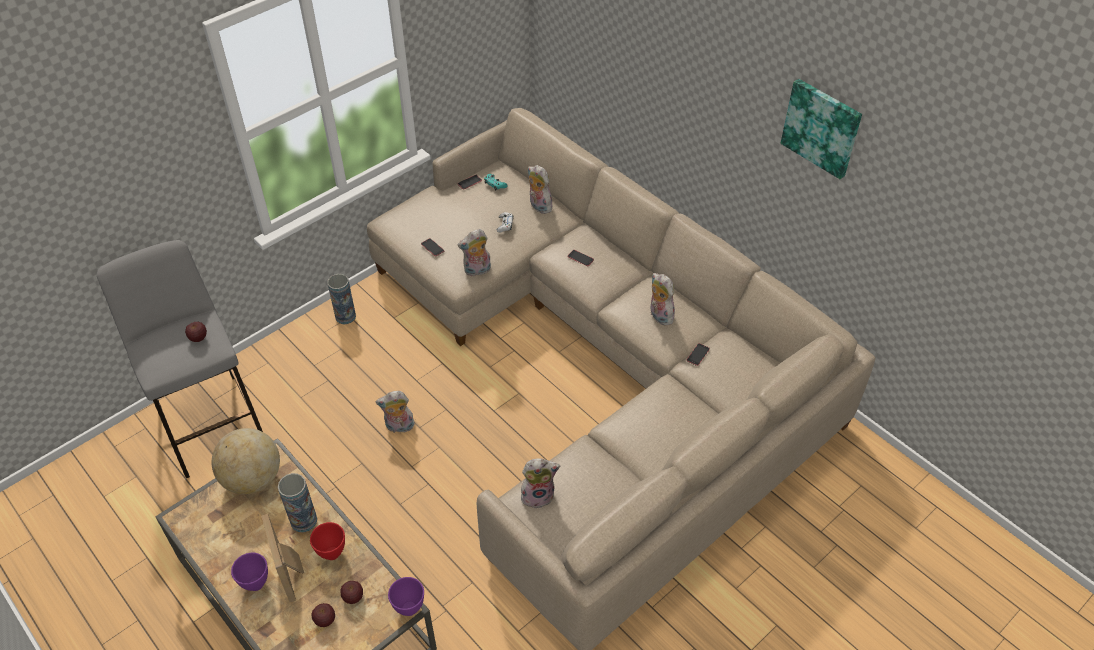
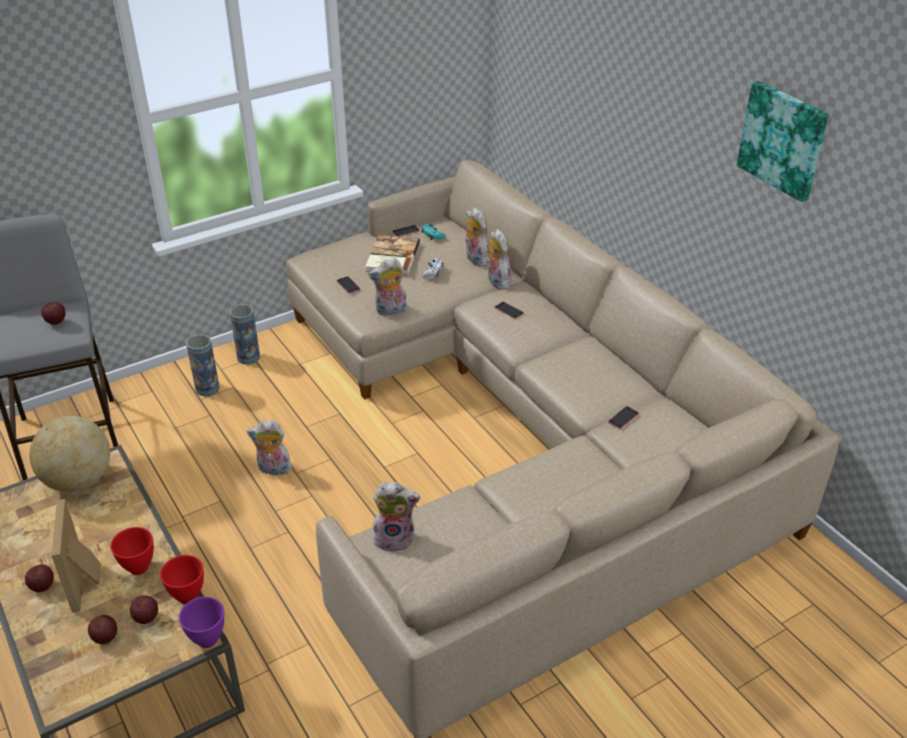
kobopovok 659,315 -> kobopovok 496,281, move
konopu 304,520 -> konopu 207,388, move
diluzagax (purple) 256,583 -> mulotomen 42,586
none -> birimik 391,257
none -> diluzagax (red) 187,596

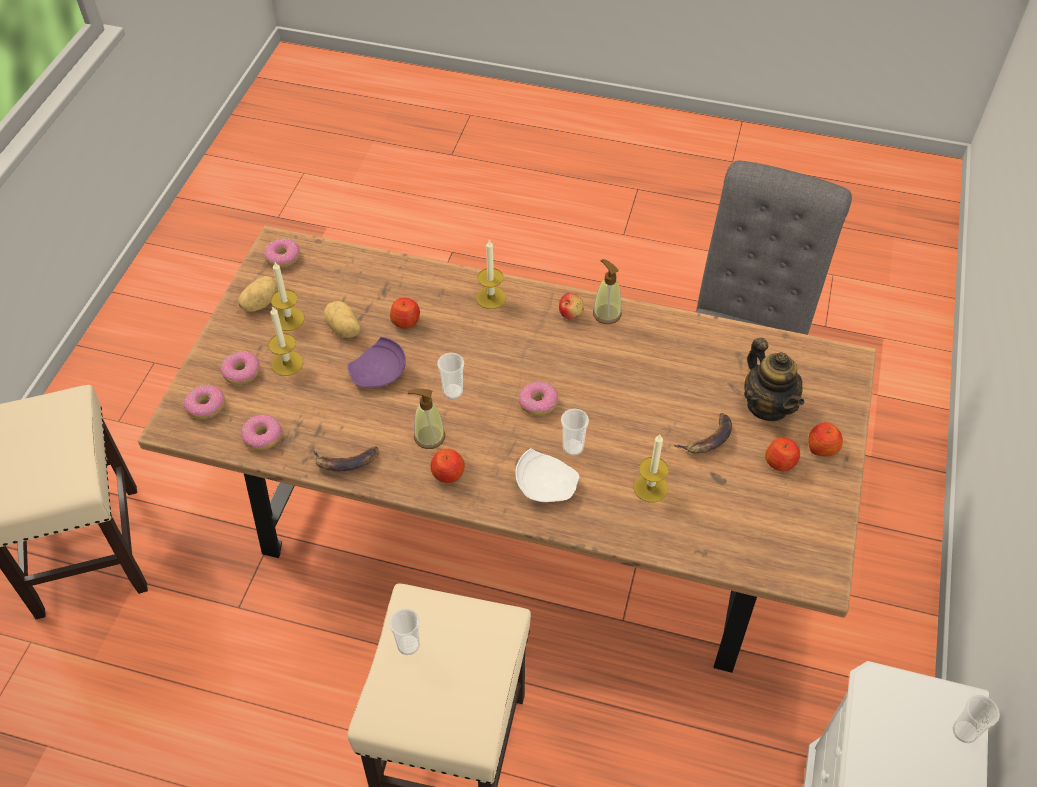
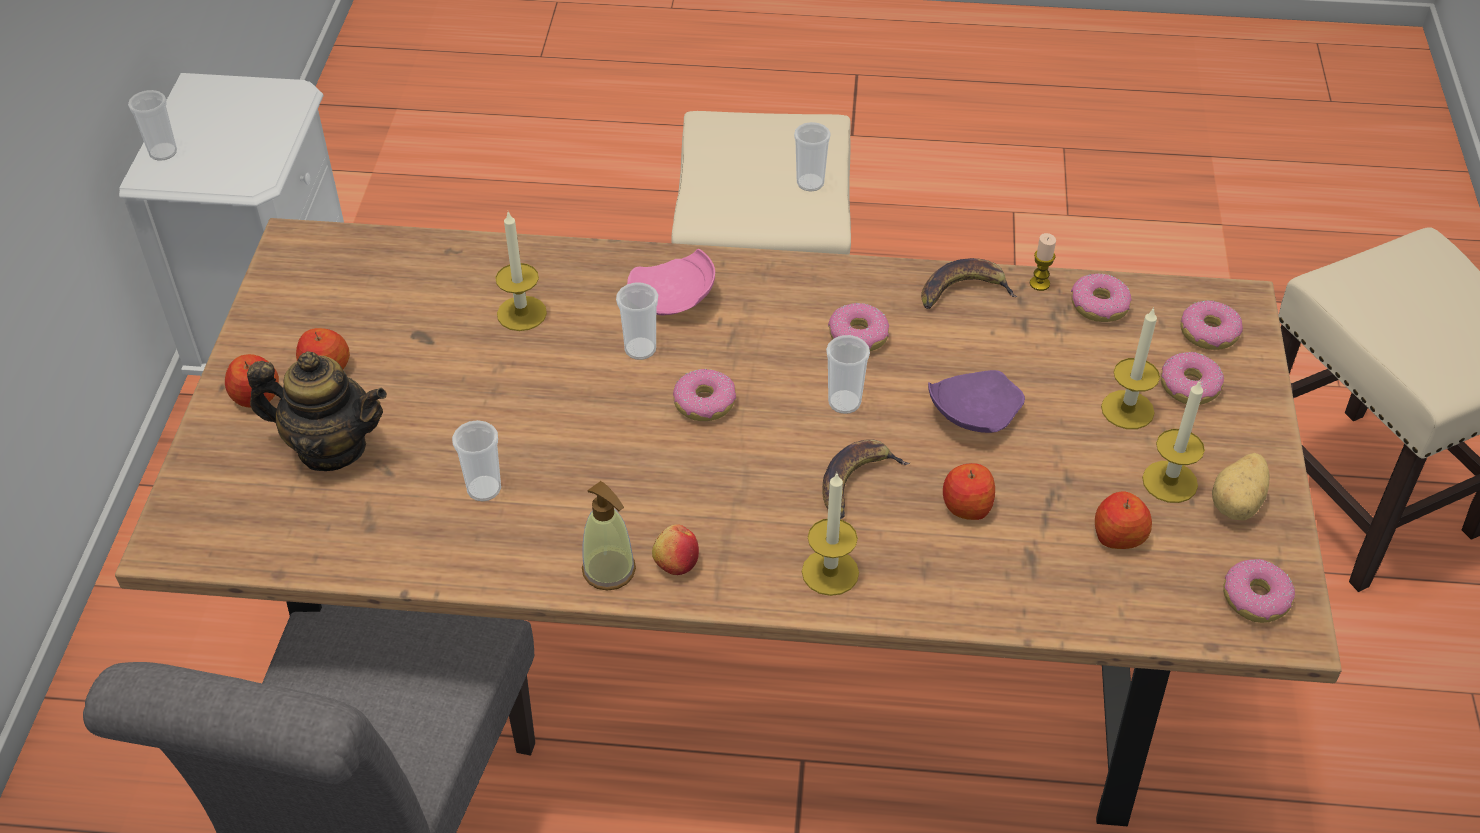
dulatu 343,329 -> none
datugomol 767,405 -> datugomol 331,447, 135 degrees clockwise
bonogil 429,437 -> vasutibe 857,336
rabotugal 708,439 -> rabotugal 856,481, move
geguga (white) 545,484 -> geguga (pink) 672,299
mulotomen 448,474 -> mulotomen 1118,535, move
none -> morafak 1039,283
none -> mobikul 484,489

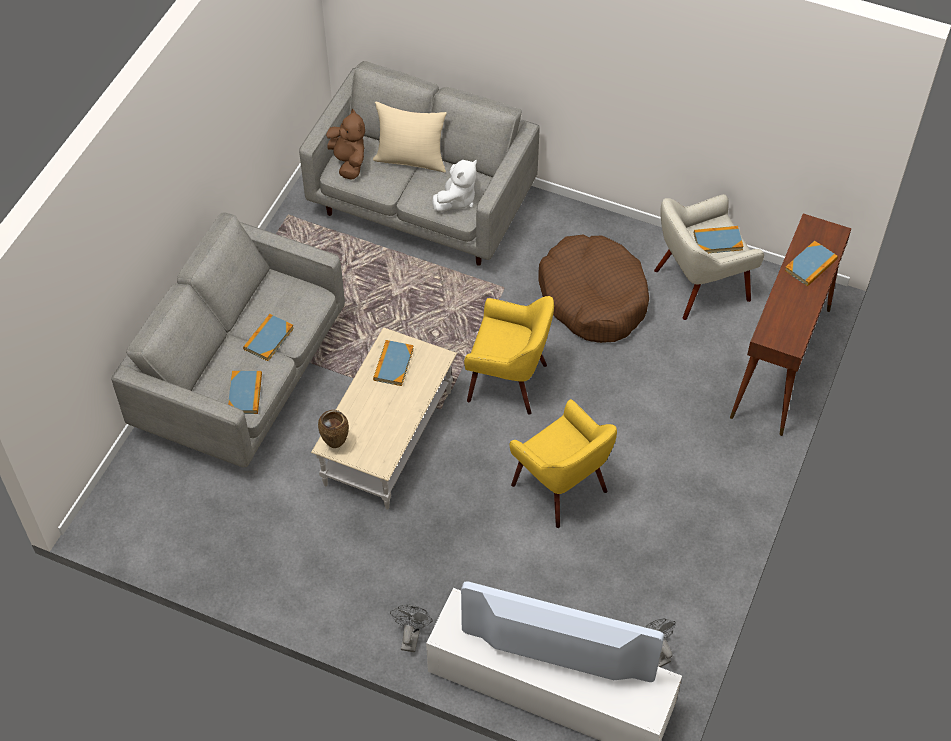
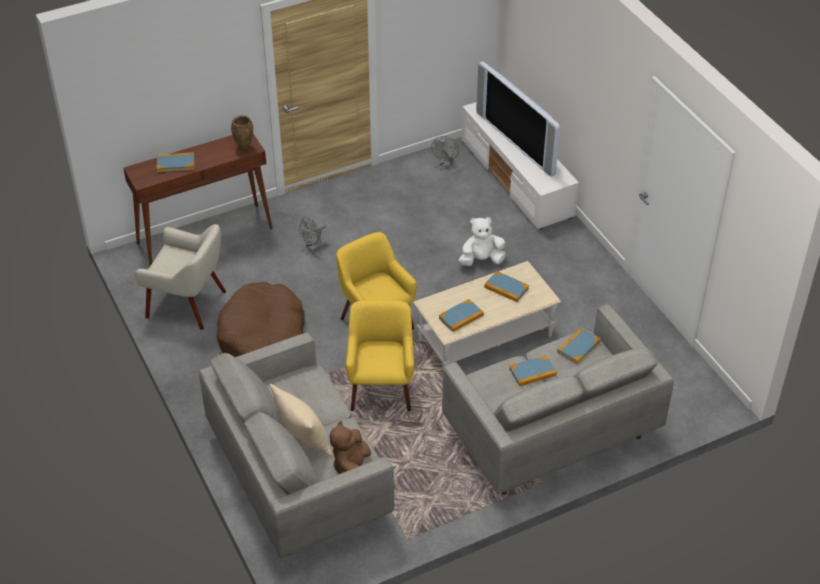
kobopovok (white) 456,199 -> kobopovok (white) 481,260, move
birimik 718,241 -> birimik 506,288, move
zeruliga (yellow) 561,488 -> zeruliga (yellow) 381,389, move
konopu (brown) 336,444 -> konopu (brown) 243,147, move
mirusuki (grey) 410,636 -> mirusuki (grey) 313,247, move

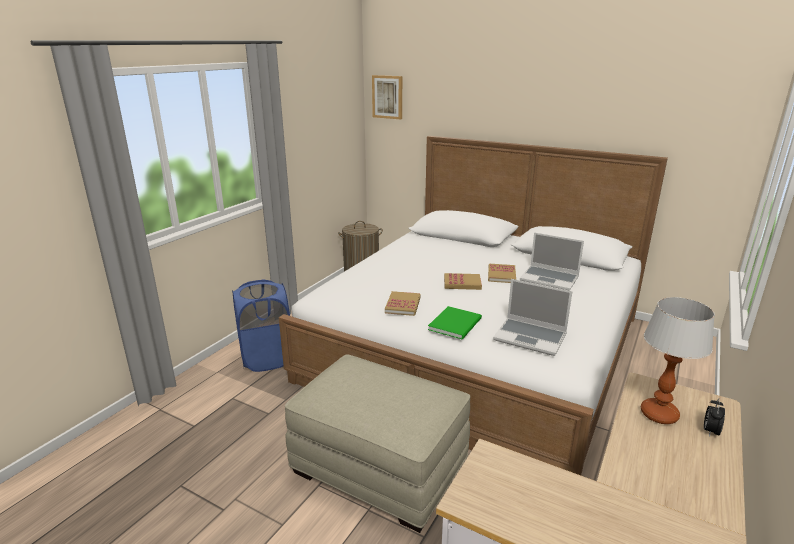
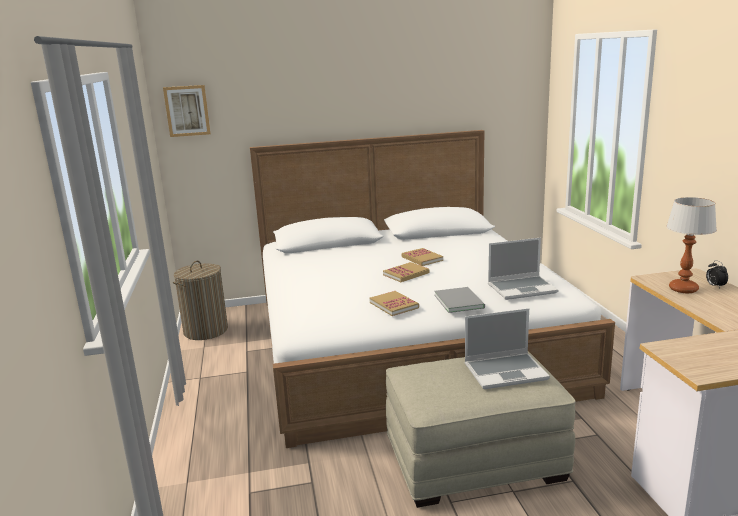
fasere 550,279 -> fasere 506,371, move
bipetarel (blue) 267,358 -> none
birimik (green) 456,323 -> birimik (grey) 459,300

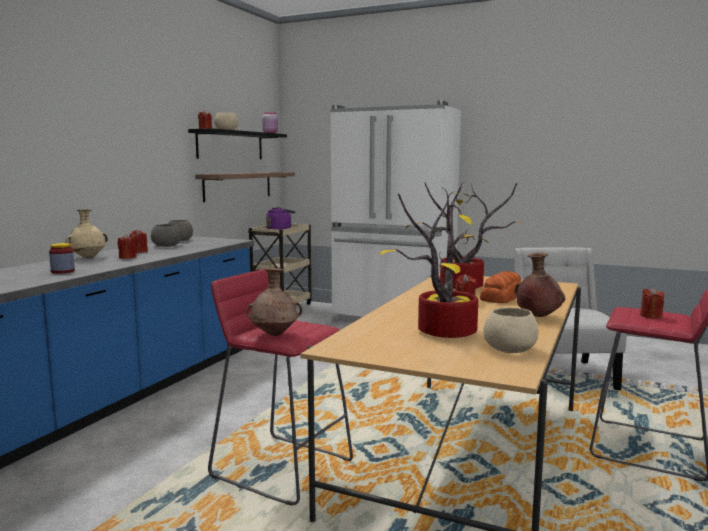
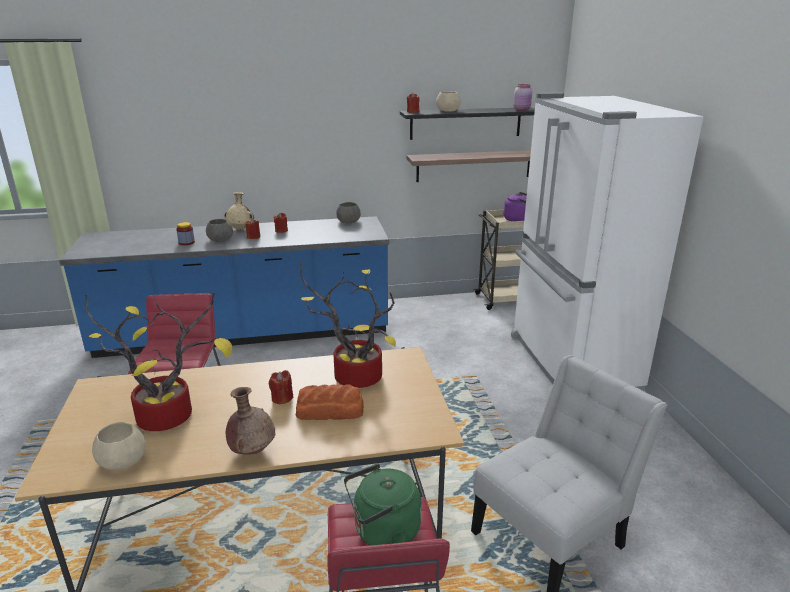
diluzagax (grey) 167,246 -> diluzagax (grey) 220,240, move
konopu (brown) 275,334 -> none
morafak (red) 651,316 -> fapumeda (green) 383,532

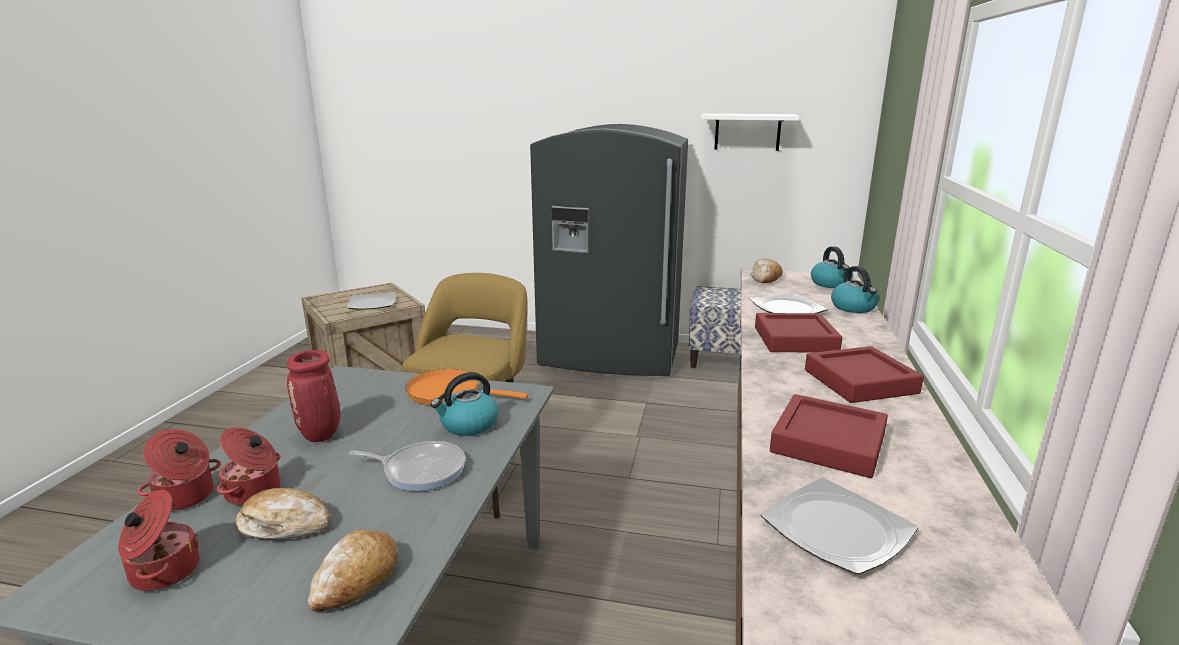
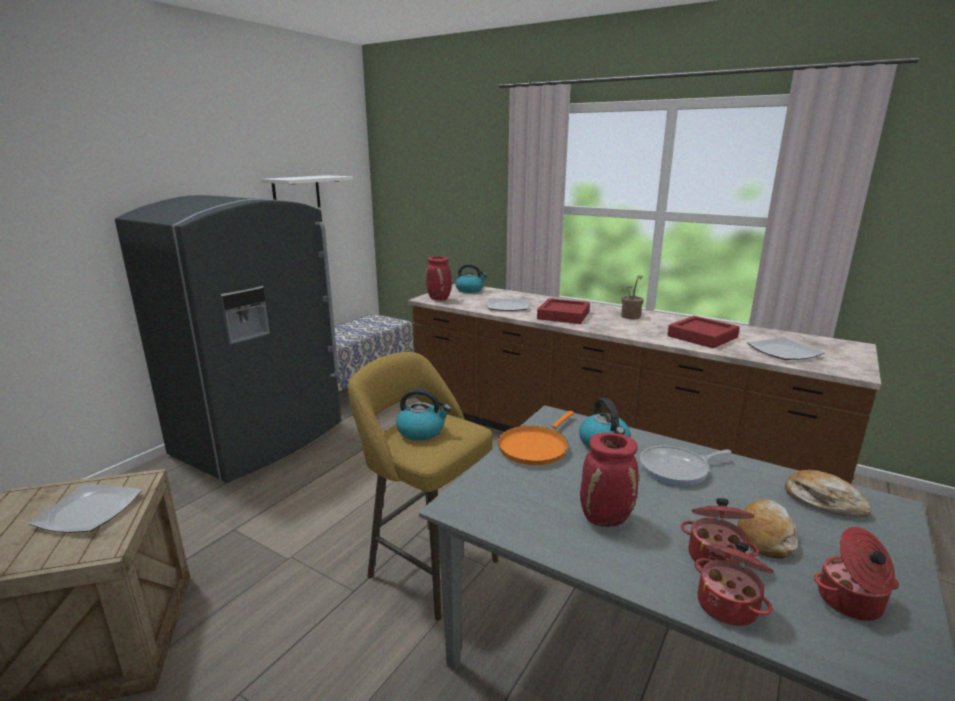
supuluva 765,278 -> konopu (red) 439,299
fapumeda 854,307 -> fapumeda 422,431, move
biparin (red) 860,381 -> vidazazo 630,317
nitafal 420,470 -> nitafal 677,469, 135 degrees counterclockwise

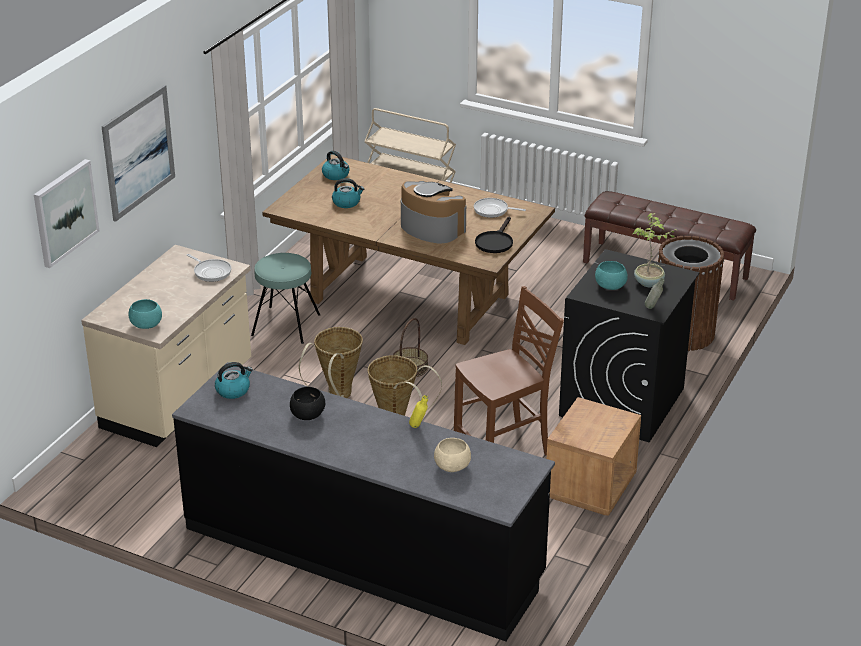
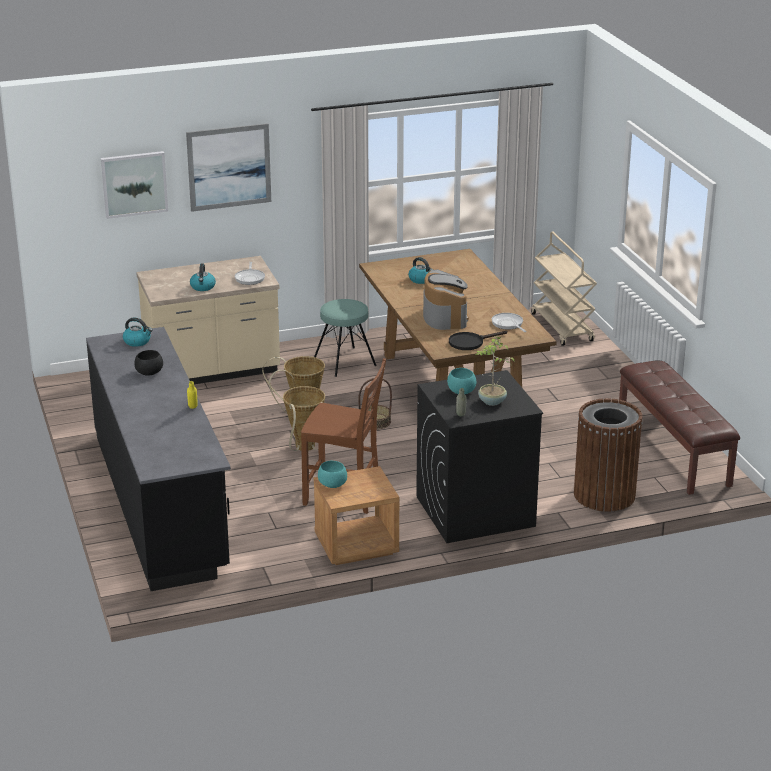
fapumeda 336,175 -> fapumeda 203,287, move
diluzagax (turquoise) 147,325 -> diluzagax (turquoise) 332,484, move
diluzagax (beige) 453,466 -> none

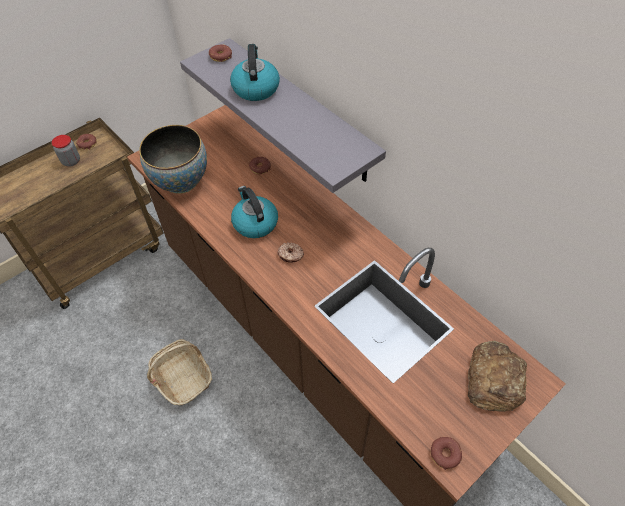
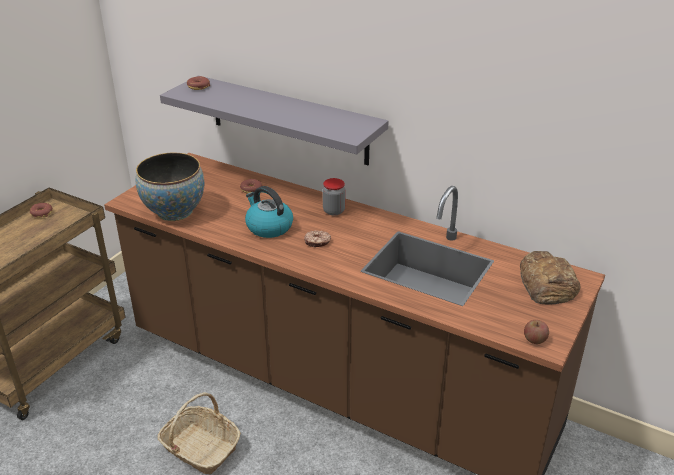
fapumeda 255,88 -> none
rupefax 71,161 -> rupefax 334,211, move
vasutibe 445,454 -> mulotomen 534,339

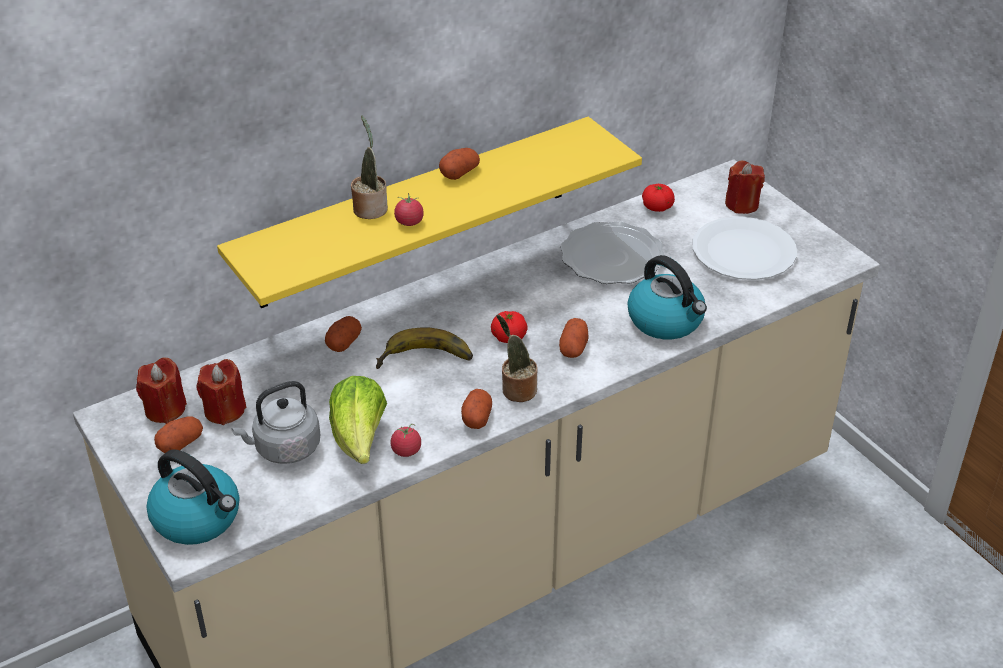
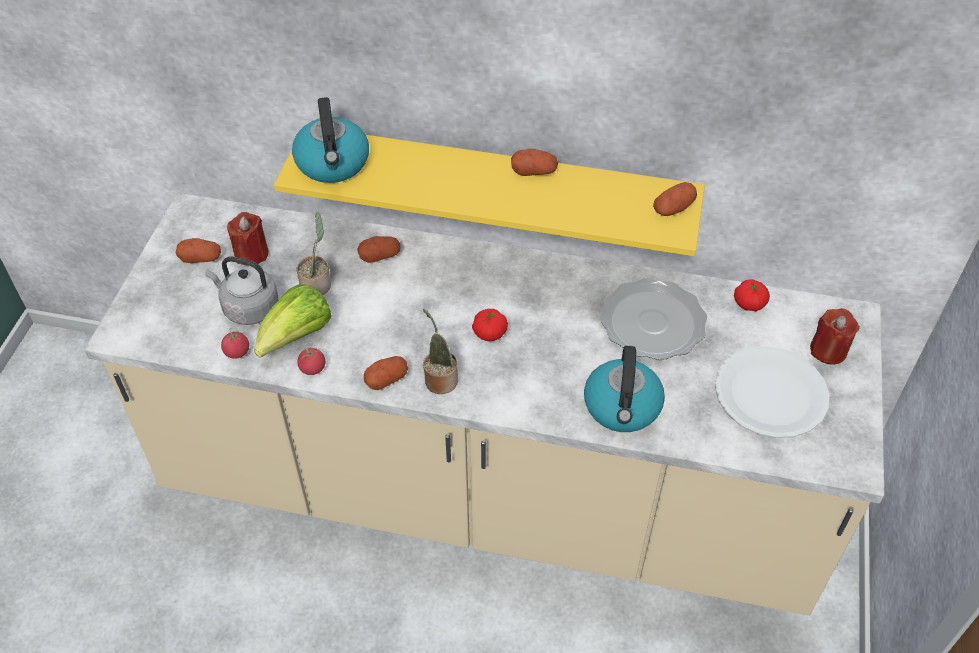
vidazazo 370,207 -> vidazazo 317,284, move
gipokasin 409,222 -> gipokasin 237,352, move
dulatu 573,348 -> dulatu 673,208, move
rabotugal 425,361 -> none
morafak (red) 165,409 -> none
fapumeda 198,518 -> fapumeda 333,164, move

